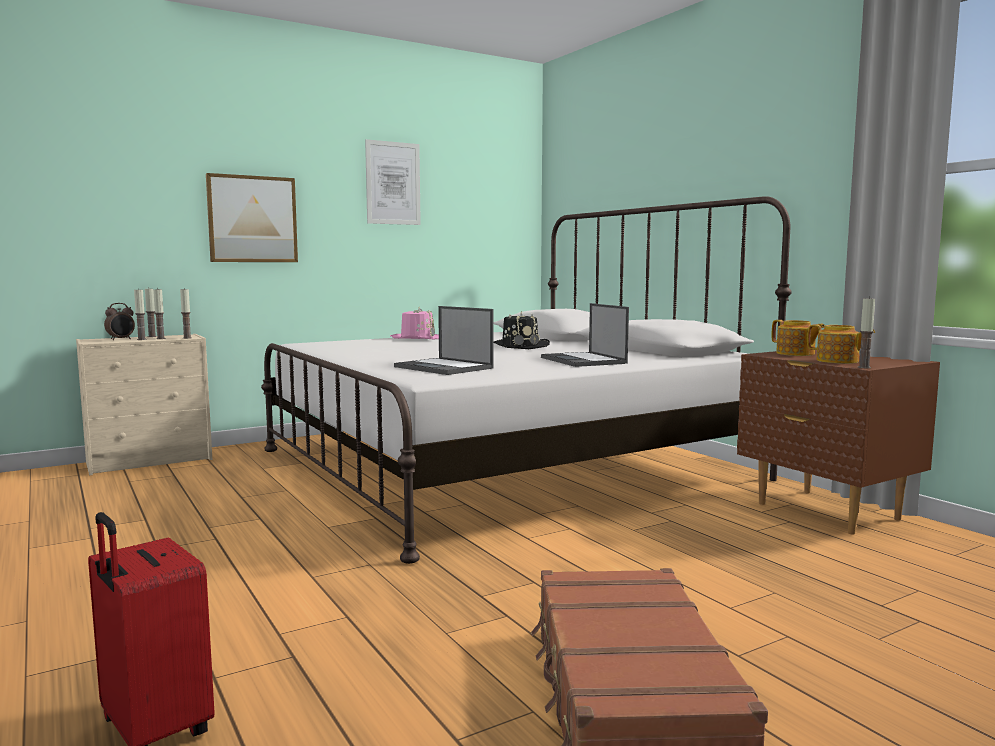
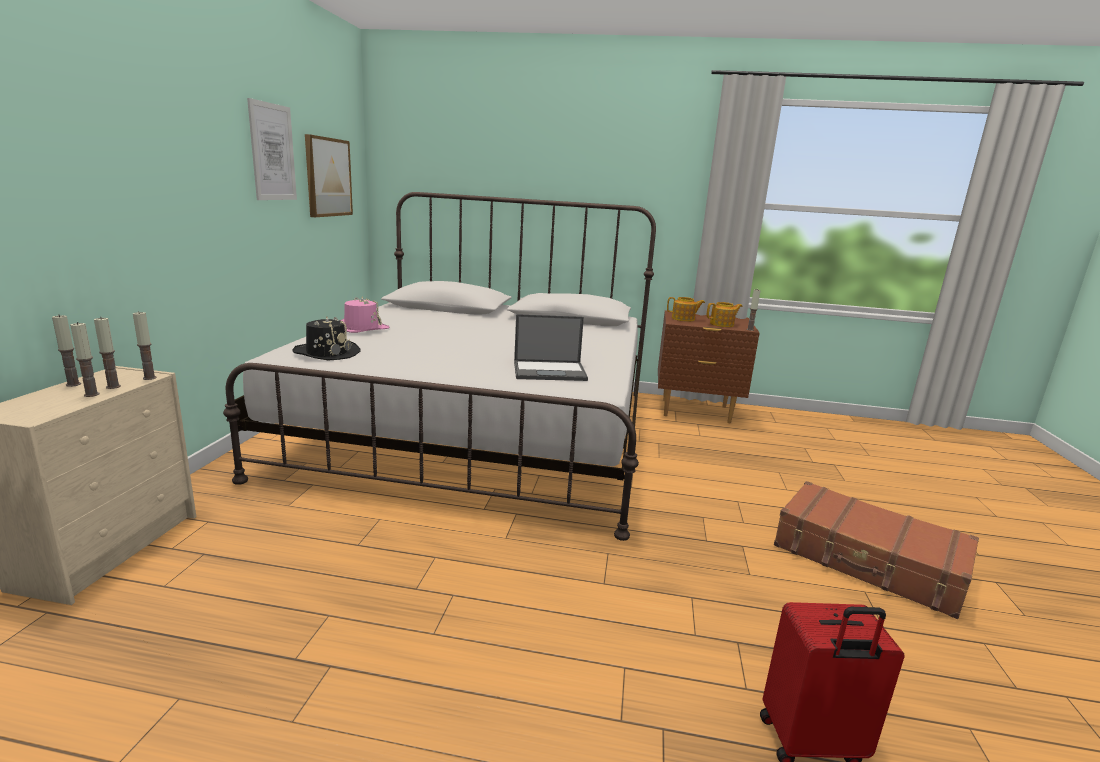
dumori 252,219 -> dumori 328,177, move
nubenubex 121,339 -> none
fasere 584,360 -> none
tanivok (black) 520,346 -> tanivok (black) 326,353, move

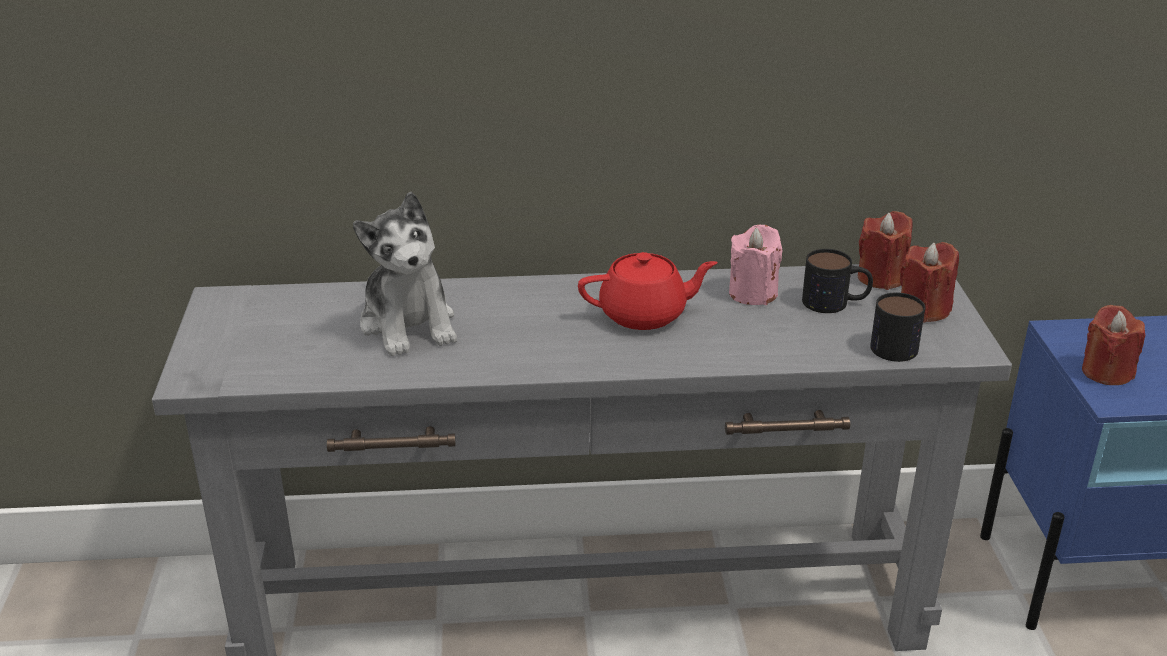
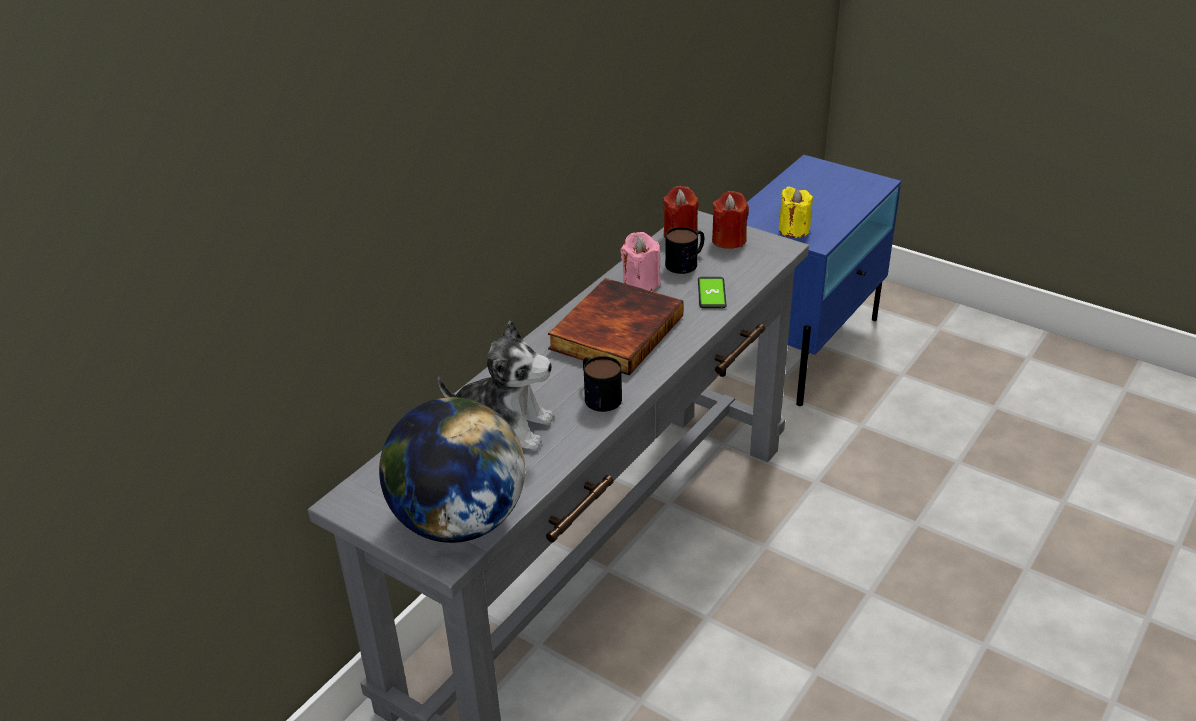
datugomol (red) 644,315 -> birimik 614,331
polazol 896,343 -> polazol 598,395, move
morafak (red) 1106,372 -> morafak (yellow) 794,230
none -> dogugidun 711,293
none -> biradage 458,521

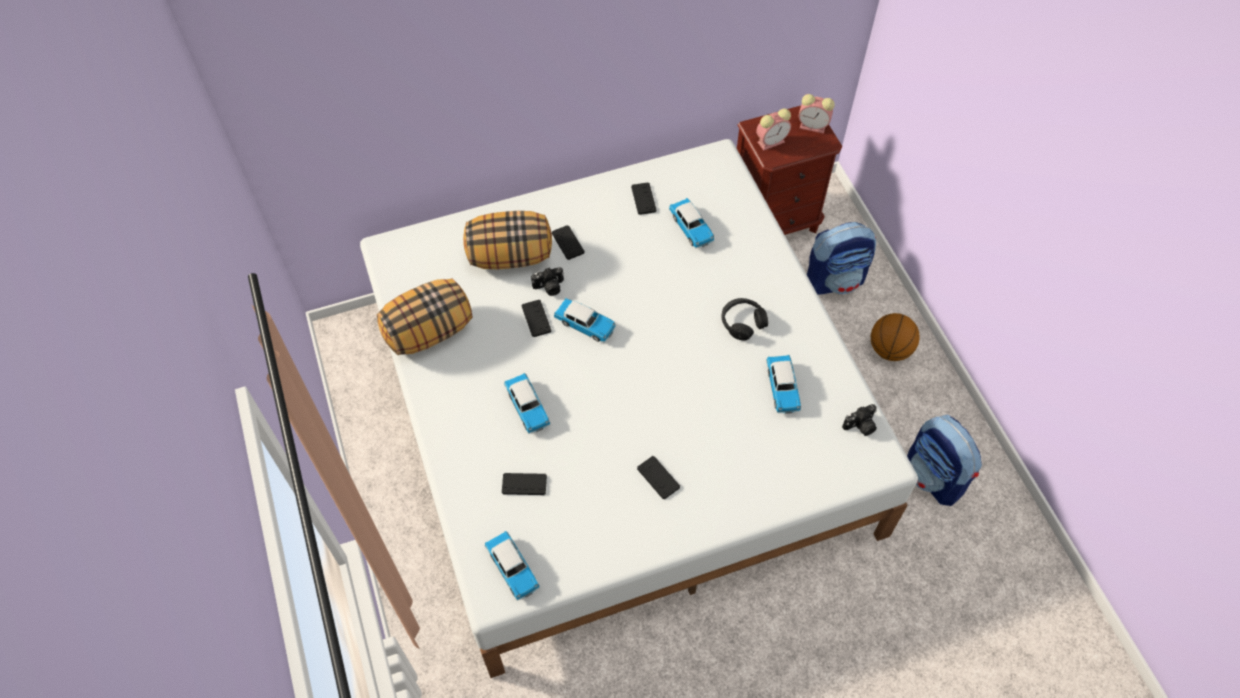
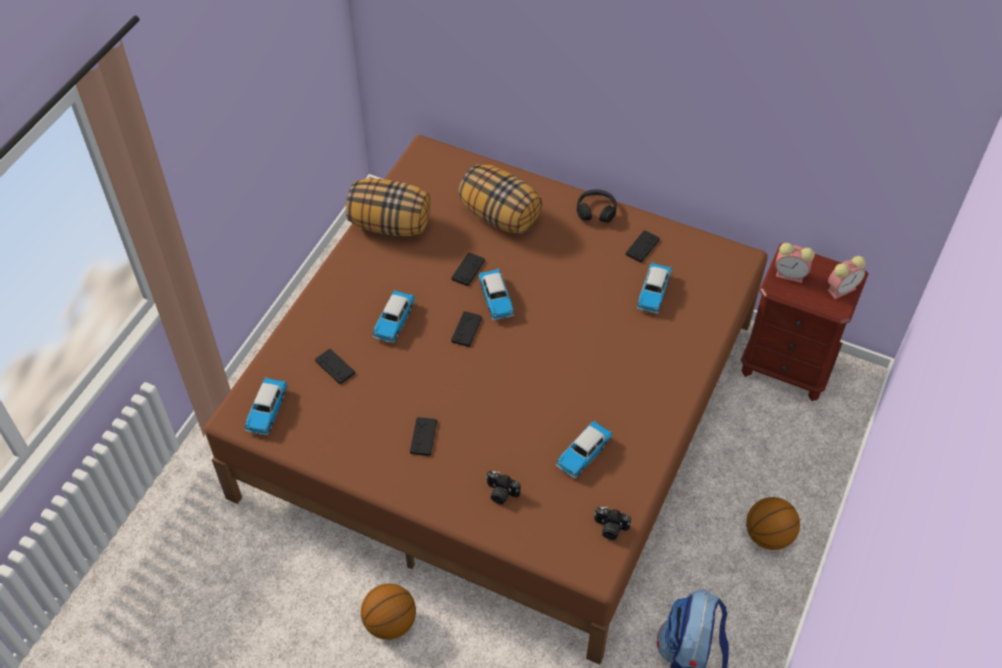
nubenubex 814,126 -> nubenubex 842,288, 90 degrees counterclockwise
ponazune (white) 621,414 -> ponazune (brown) 501,408
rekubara 835,280 -> none
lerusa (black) 568,243 -> lerusa (black) 466,329, move
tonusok 549,287 -> tonusok 500,493, move
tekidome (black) 742,322 -> tekidome (black) 596,211, move
none -> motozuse 390,622

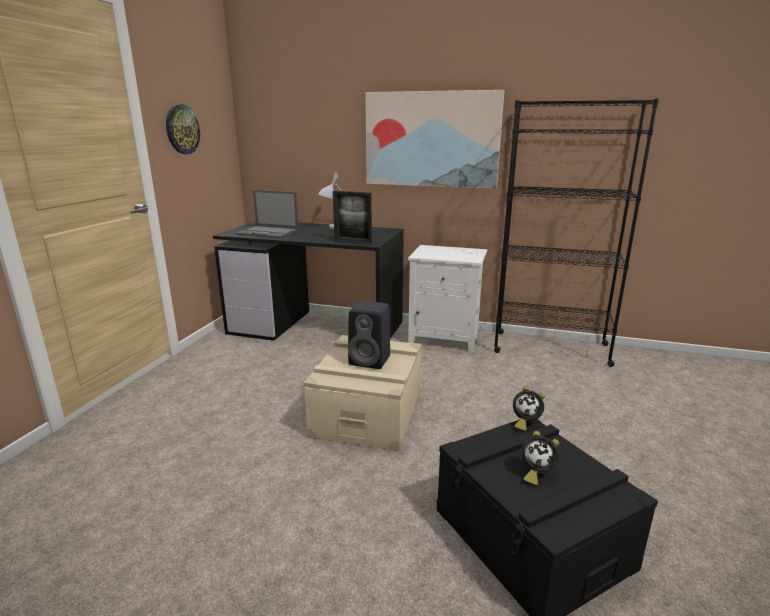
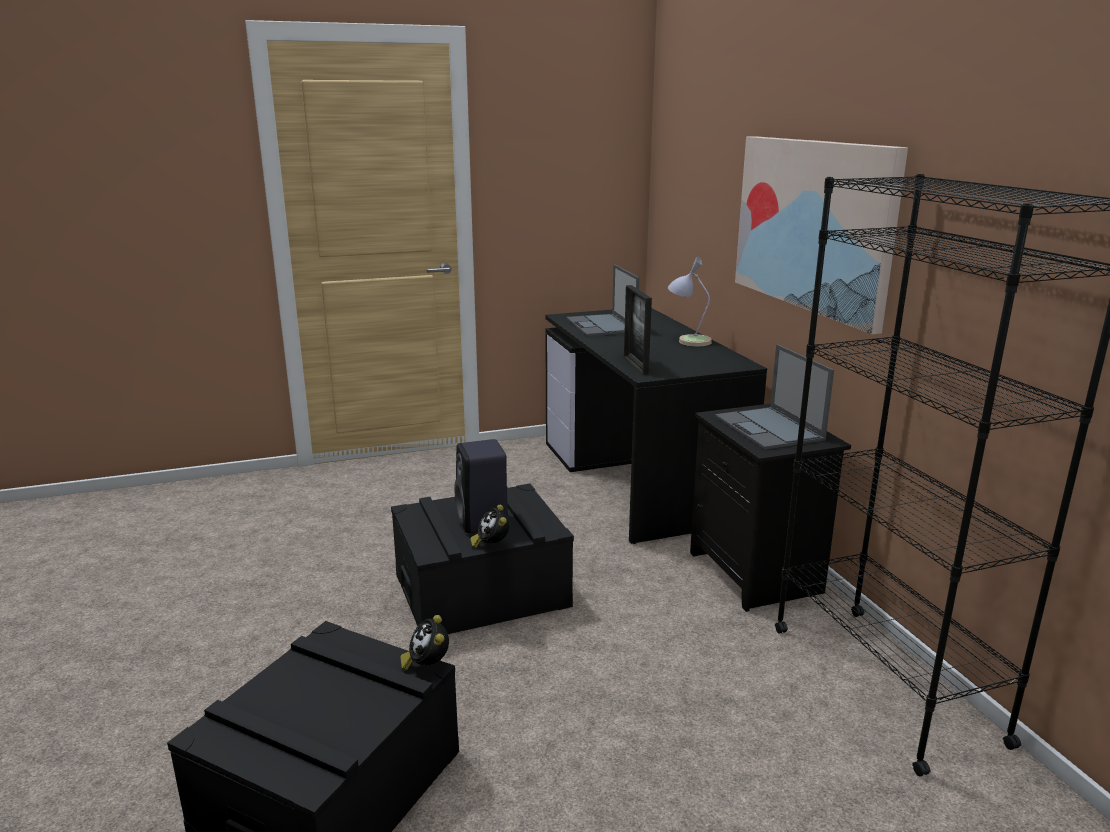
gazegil 182,129 -> none
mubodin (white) 446,338 -> mubodin (black) 758,574
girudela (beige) 368,412 -> girudela (black) 481,590
nubenubex 535,473 -> nubenubex 491,545, move
none -> fasere 769,429

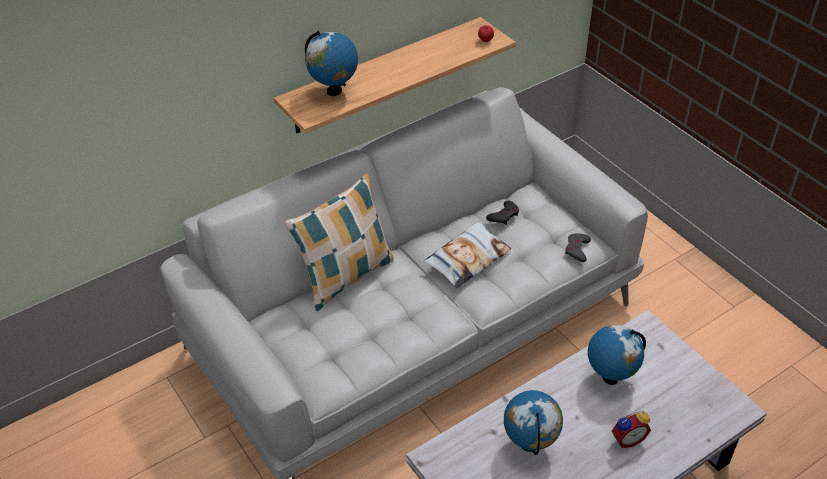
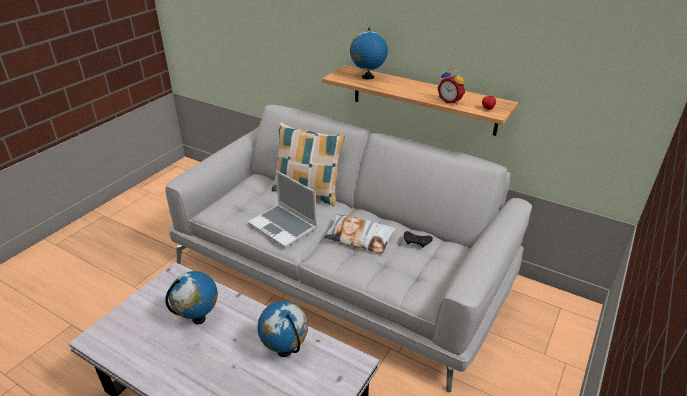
lerusa (grey) 577,249 -> none
nubenubex 627,439 -> nubenubex 450,101, move
none -> fasere 284,226

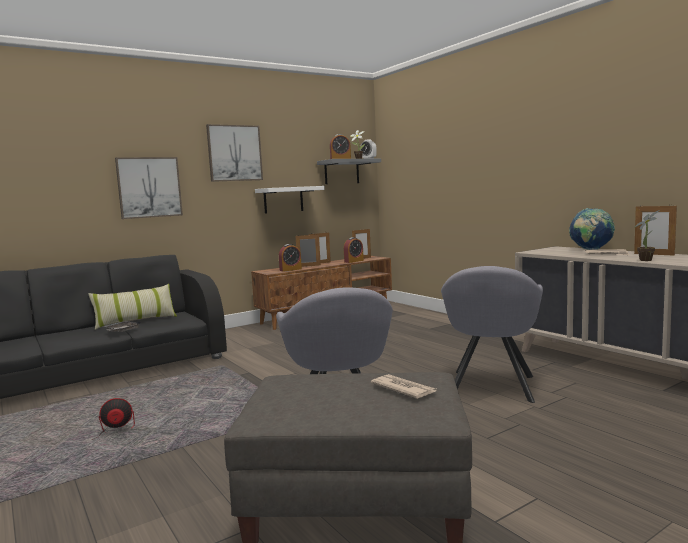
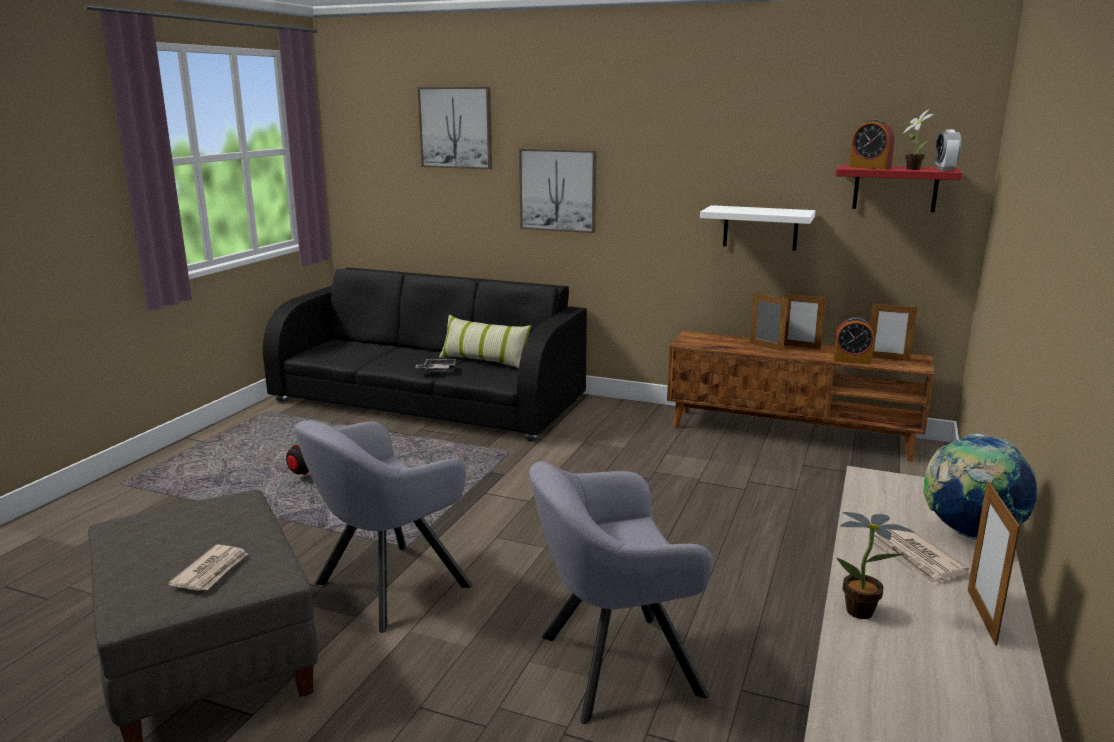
dumori 234,153 -> dumori 456,128, move
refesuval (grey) 341,172 -> refesuval (red) 895,188
nubenubex 290,269 -> none

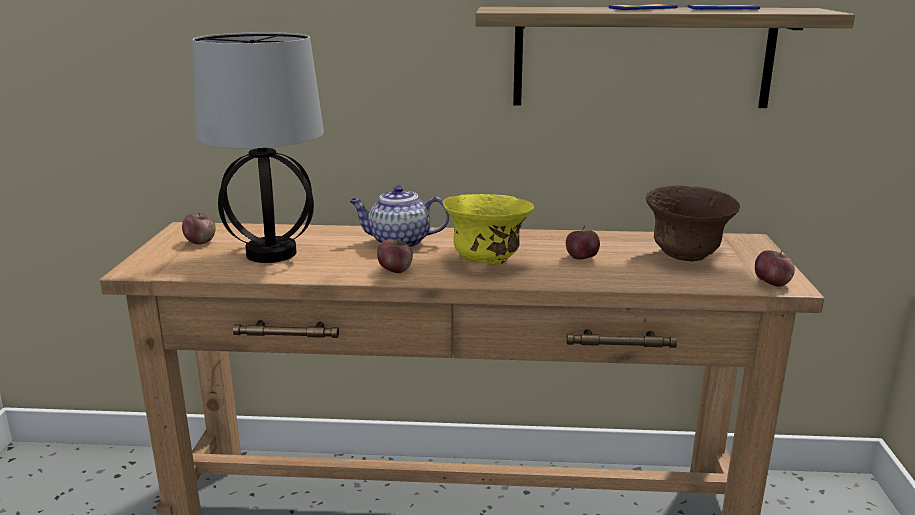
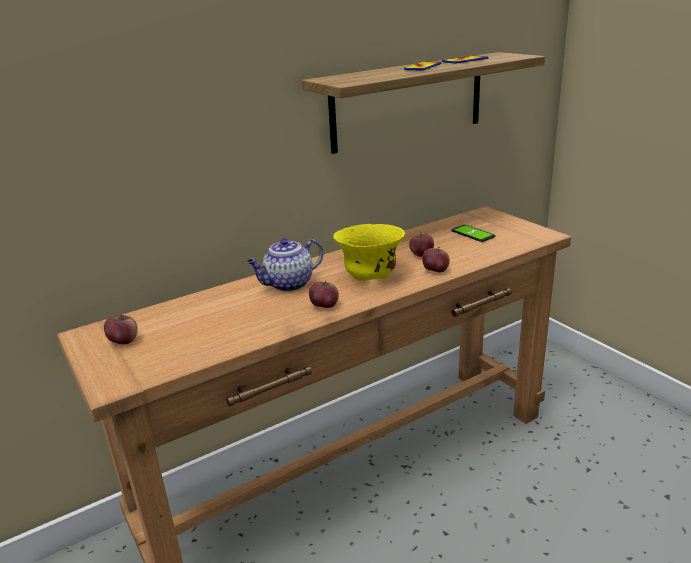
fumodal 272,253 -> none
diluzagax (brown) 686,256 -> dogugidun 472,234
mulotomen 772,283 -> mulotomen 435,270, move

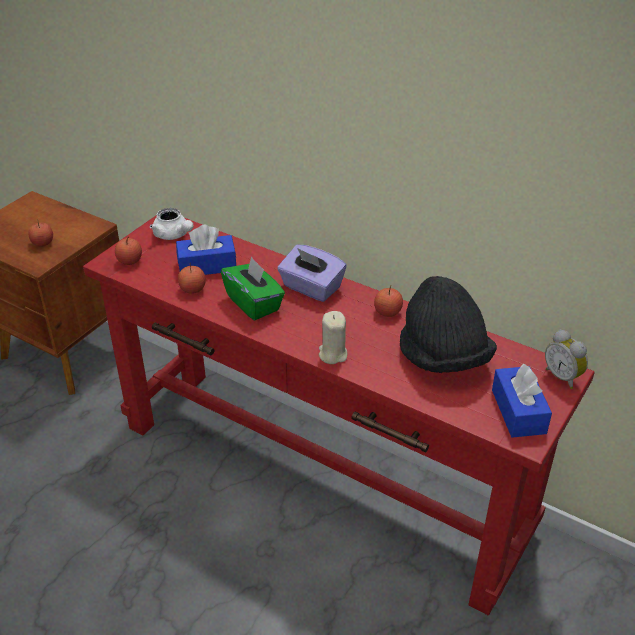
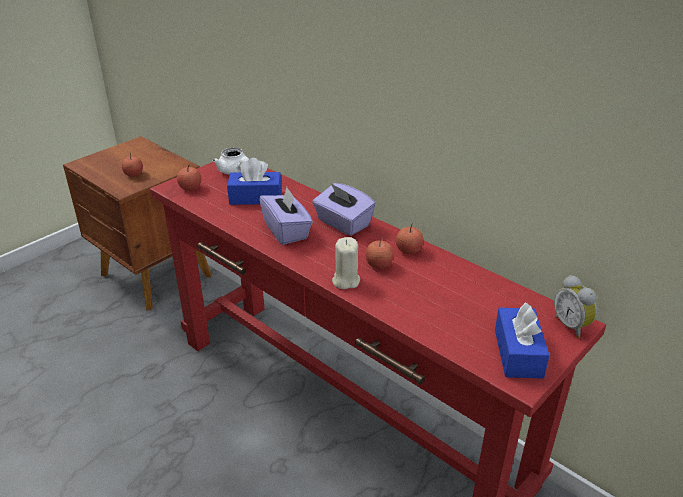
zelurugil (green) 254,303 -> zelurugil (purple) 286,231
mulotomen 193,289 -> mulotomen 379,265, move
tanivok (black) 443,357 -> none

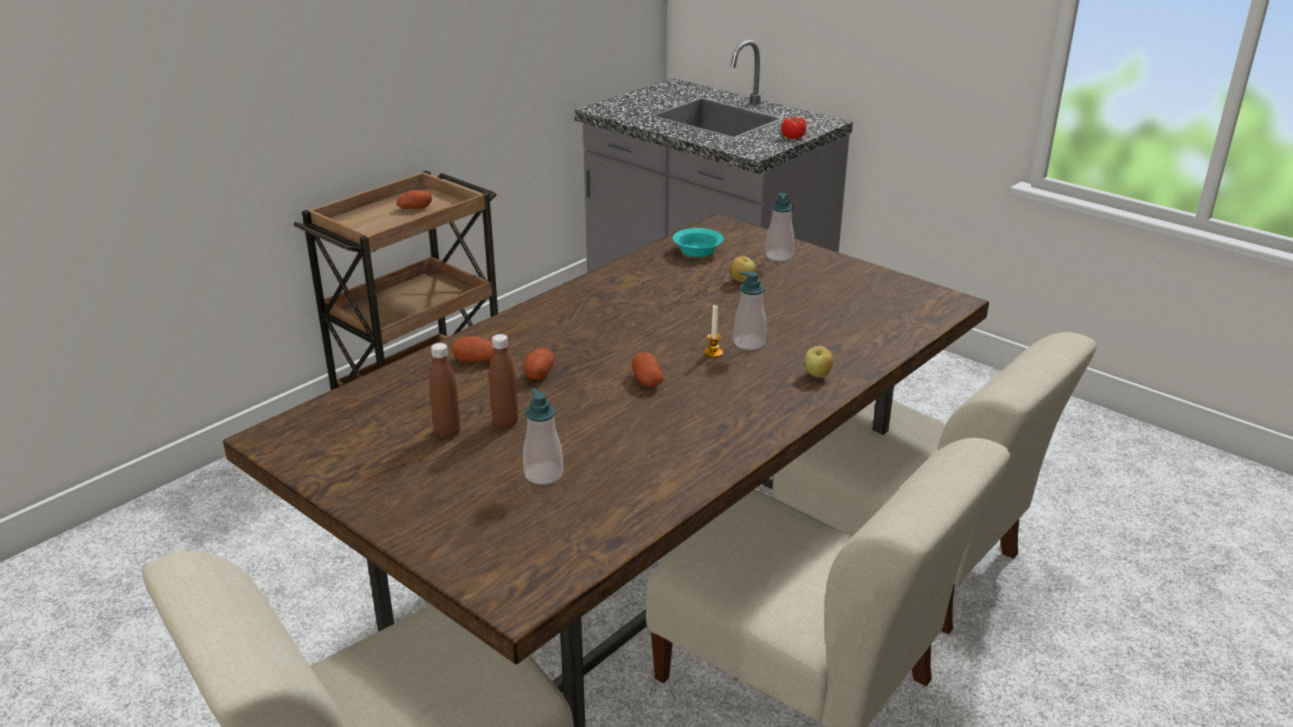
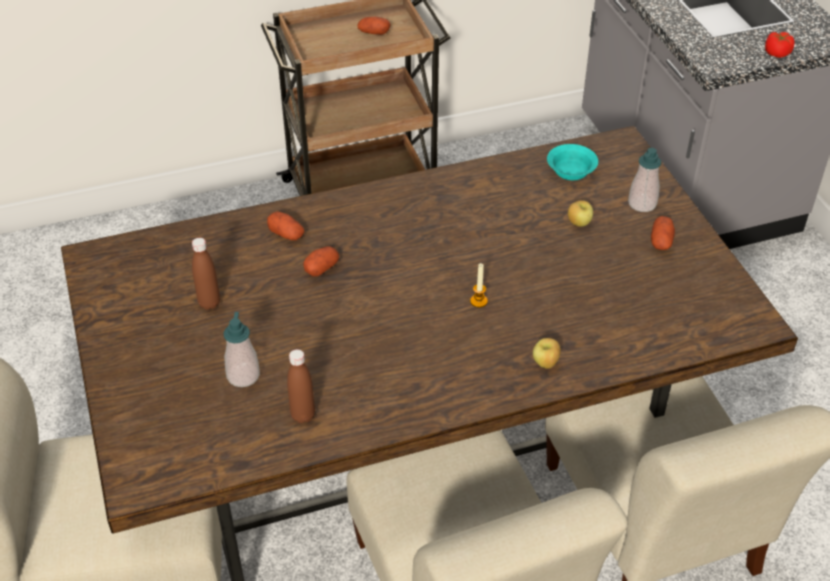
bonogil 749,343 -> none
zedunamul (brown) 505,422 -> zedunamul (brown) 303,415, move
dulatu 647,380 -> dulatu 661,241, move

